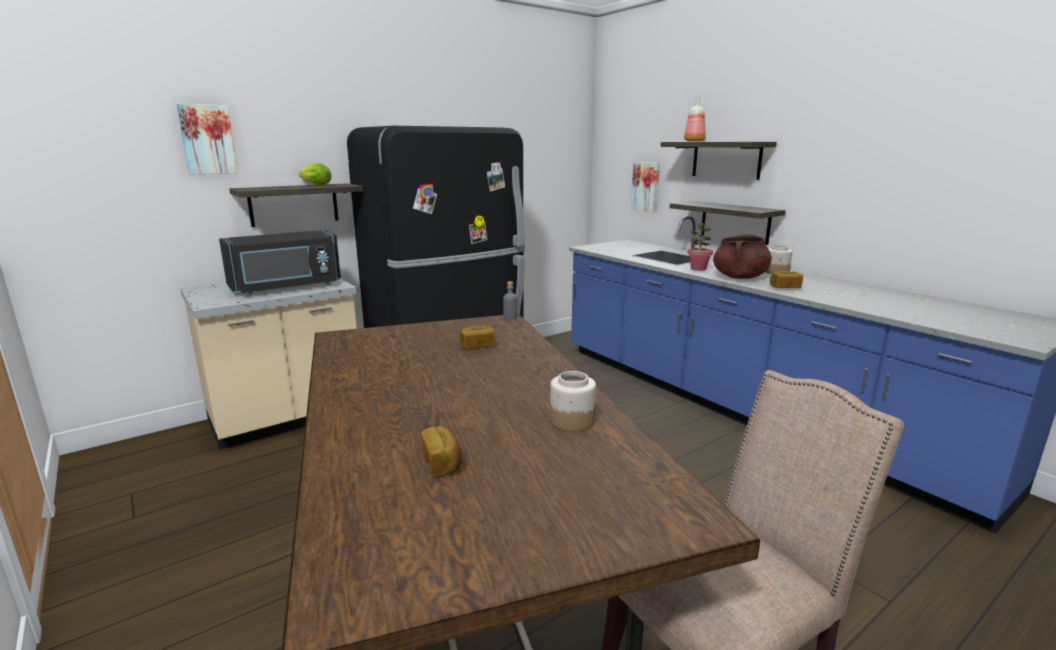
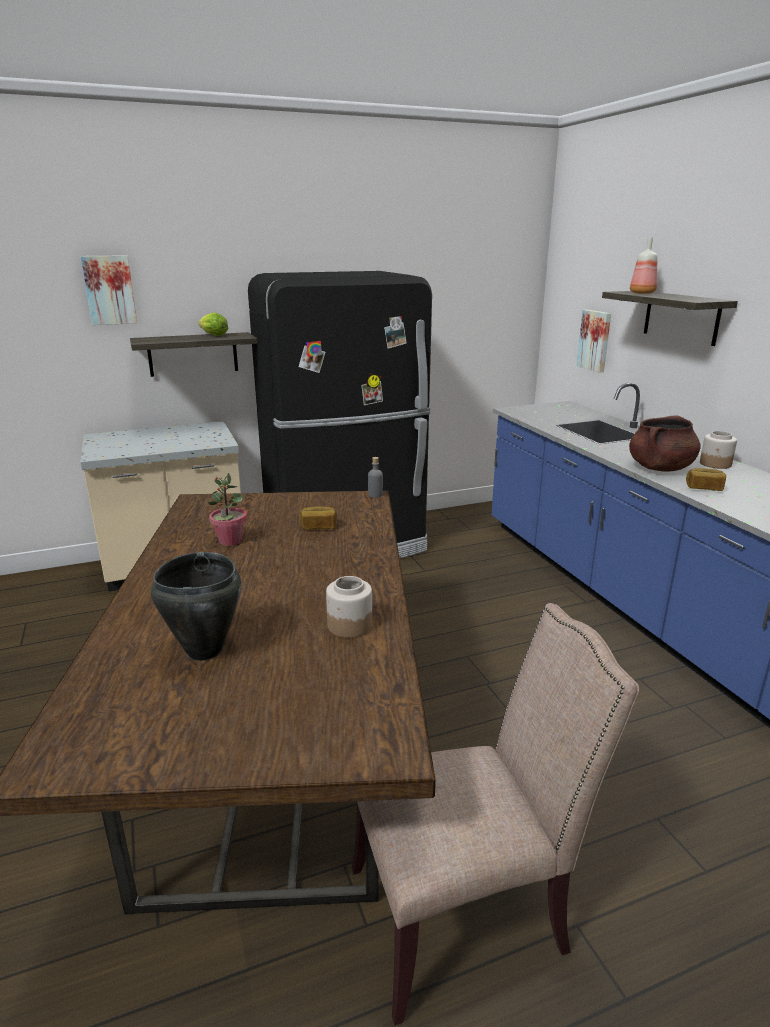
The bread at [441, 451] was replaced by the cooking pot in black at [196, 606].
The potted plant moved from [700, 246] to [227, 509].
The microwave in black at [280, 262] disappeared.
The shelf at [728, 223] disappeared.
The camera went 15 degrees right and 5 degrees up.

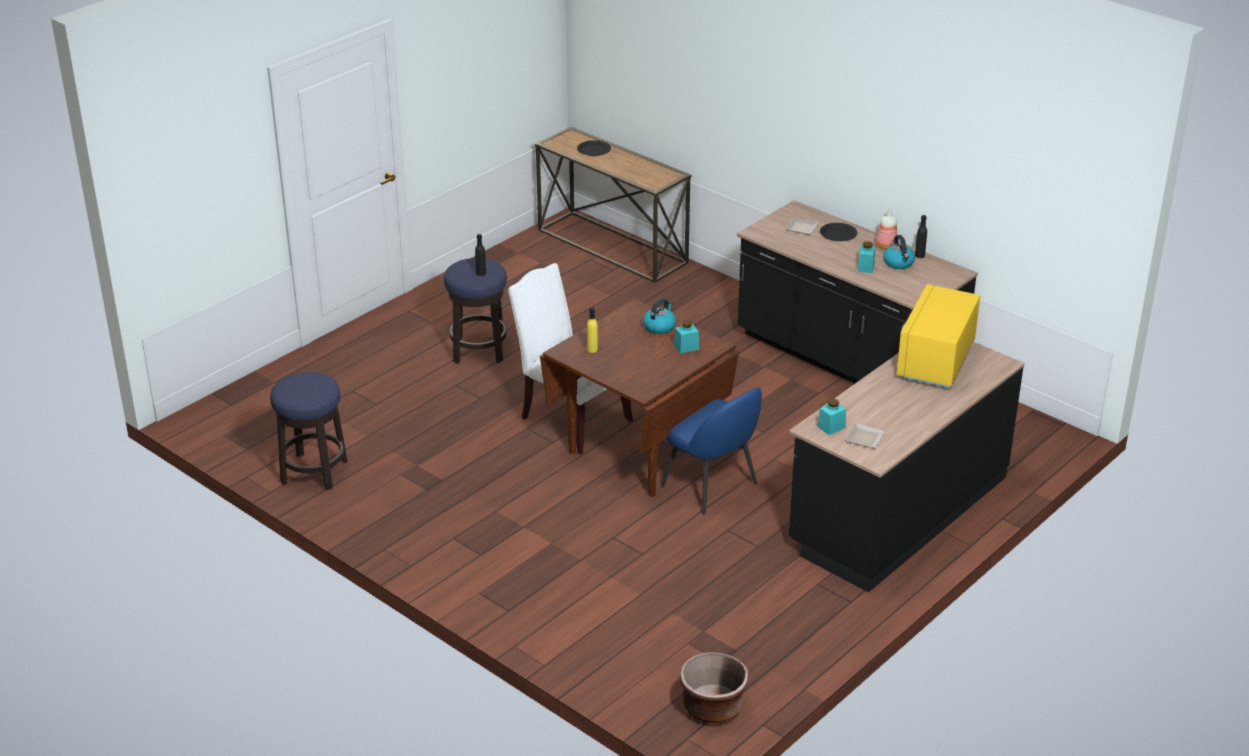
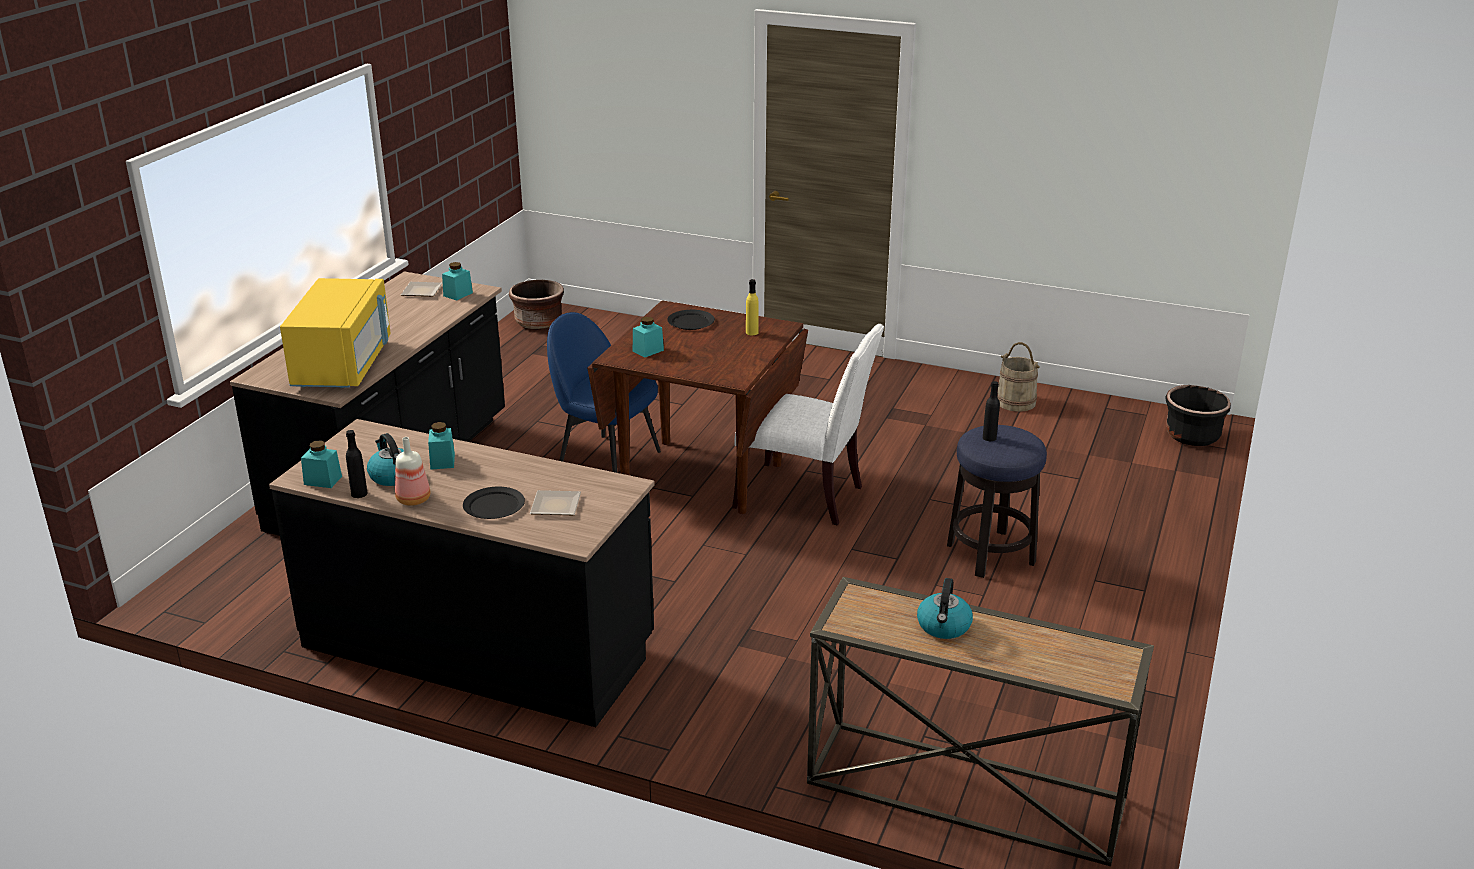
The jar in turquoise at [321, 464] appeared.
The plate in black moved from [594, 148] to [691, 320].
The kettle moved from [659, 316] to [945, 608].
The stool at [309, 431] was replaced by the bucket in beige at [1018, 377].
The planter in black at [1198, 415] appeared.
The camera went 160 degrees right and 5 degrees down.

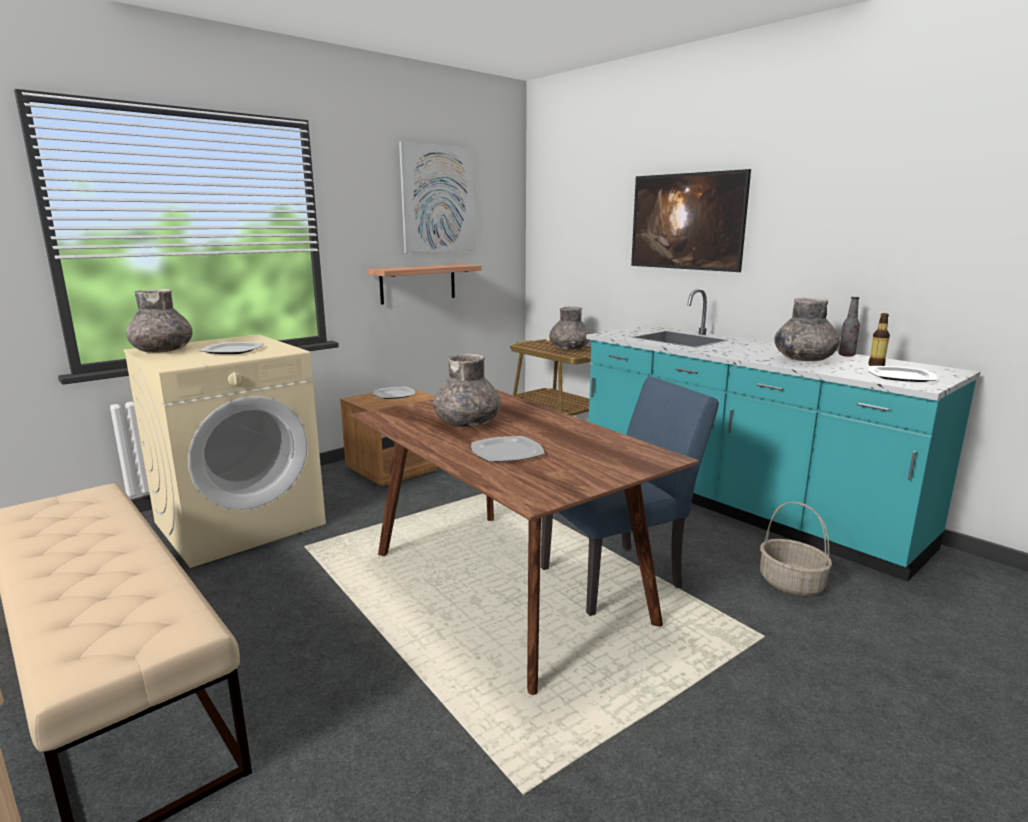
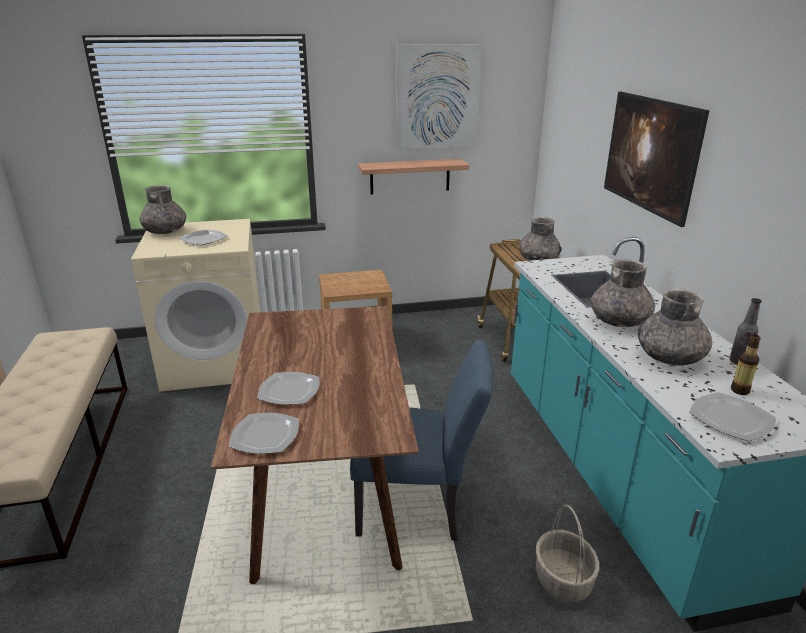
The plate moved from [394, 393] to [264, 433].
The vase in grey moved from [467, 390] to [623, 293].
The camera went 30 degrees right and 10 degrees up.

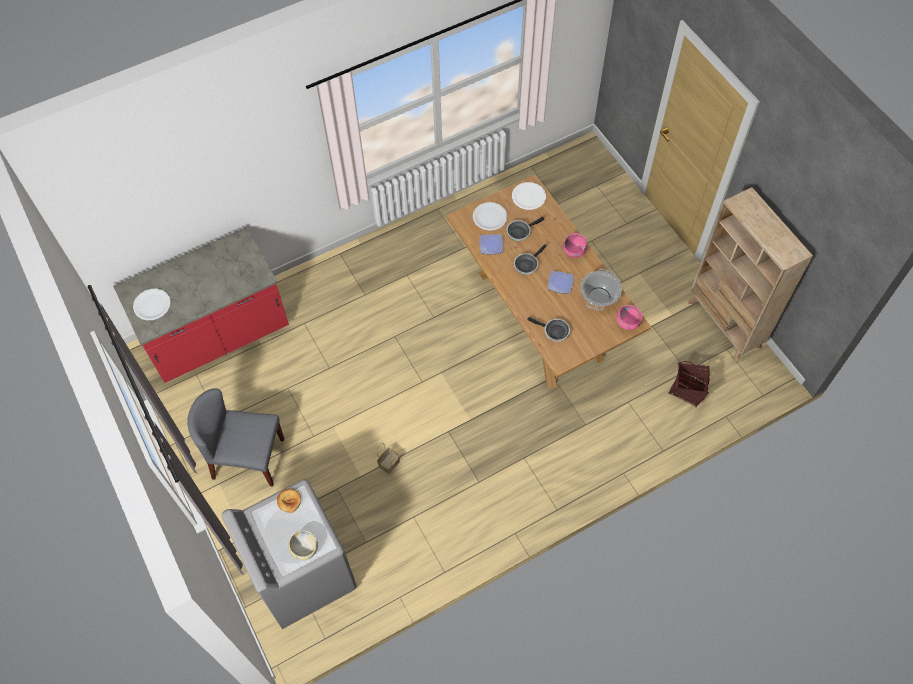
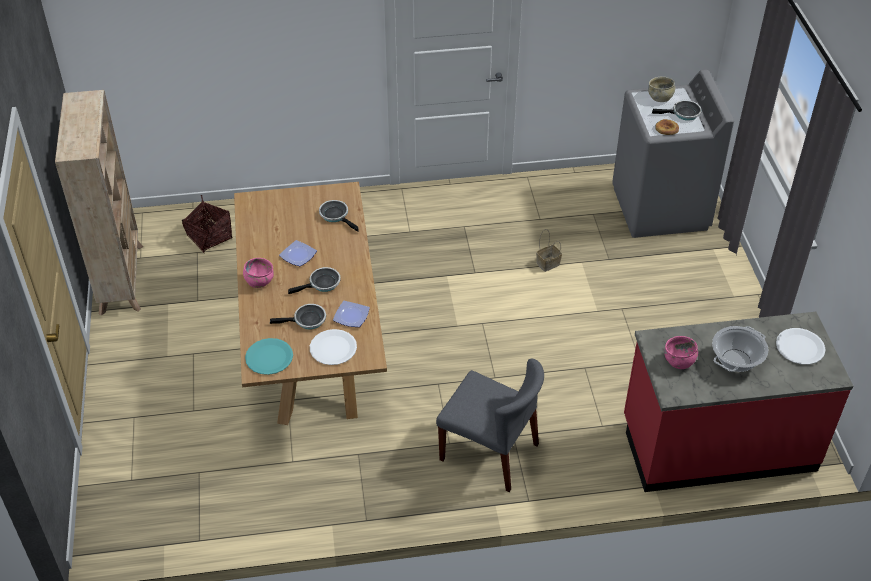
The plate in white at [529, 196] became the plate in turquoise at [269, 356].
The chair in grey moved from [235, 437] to [490, 425].
The frying pan at [677, 110] appeared.
The bowl in pink moved from [629, 317] to [681, 352].
The cooking pot moved from [601, 290] to [740, 349].
The camera went 160 degrees left and 15 degrees down.

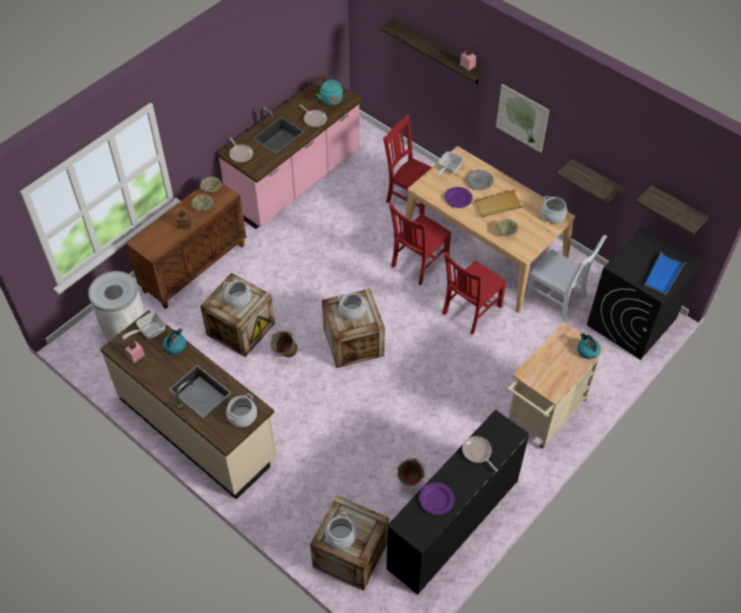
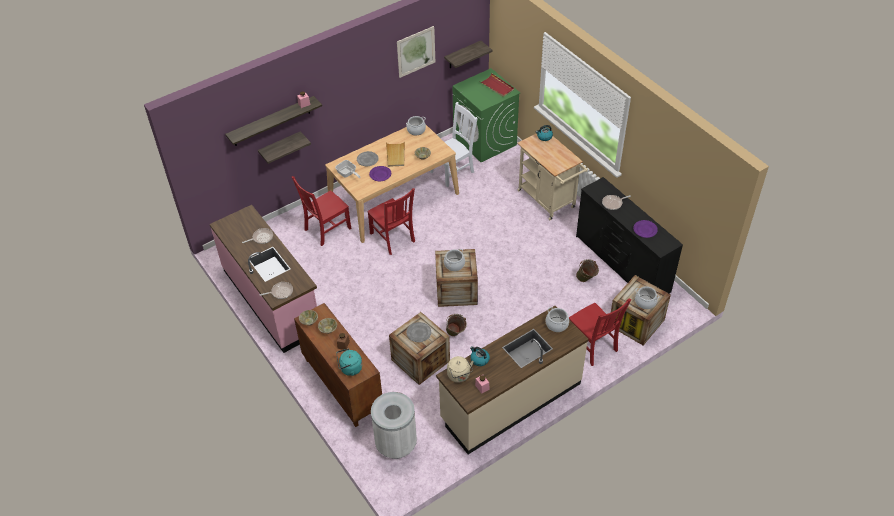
The shelf moved from [591, 182] to [284, 147].
The kettle in turquoise moved from [330, 91] to [349, 362].
The picture moved from [522, 118] to [416, 52].
The cooking pot at [237, 294] was replaced by the plate in grey at [418, 332].
The frying pan at [143, 326] was replaced by the kettle in beige at [460, 369].
The washing machine in black at [644, 293] became the washing machine in green at [486, 115].
The tray in blue at [665, 273] became the tray in red at [496, 85].
The chair in red moved from [474, 293] to [600, 332].
The camera went 75 degrees left and 5 degrees down.

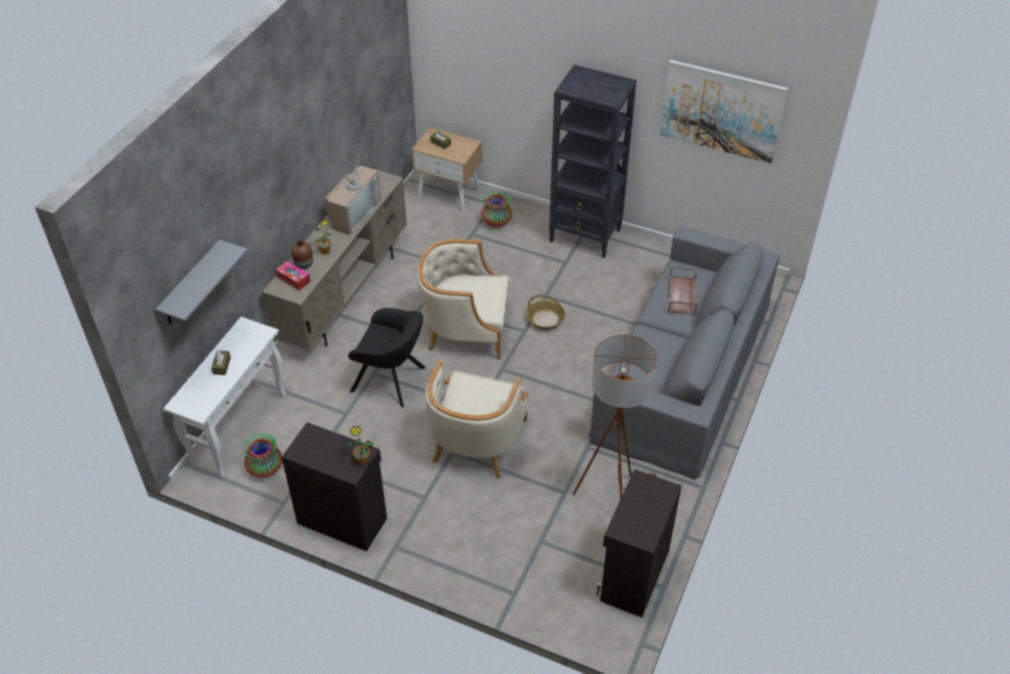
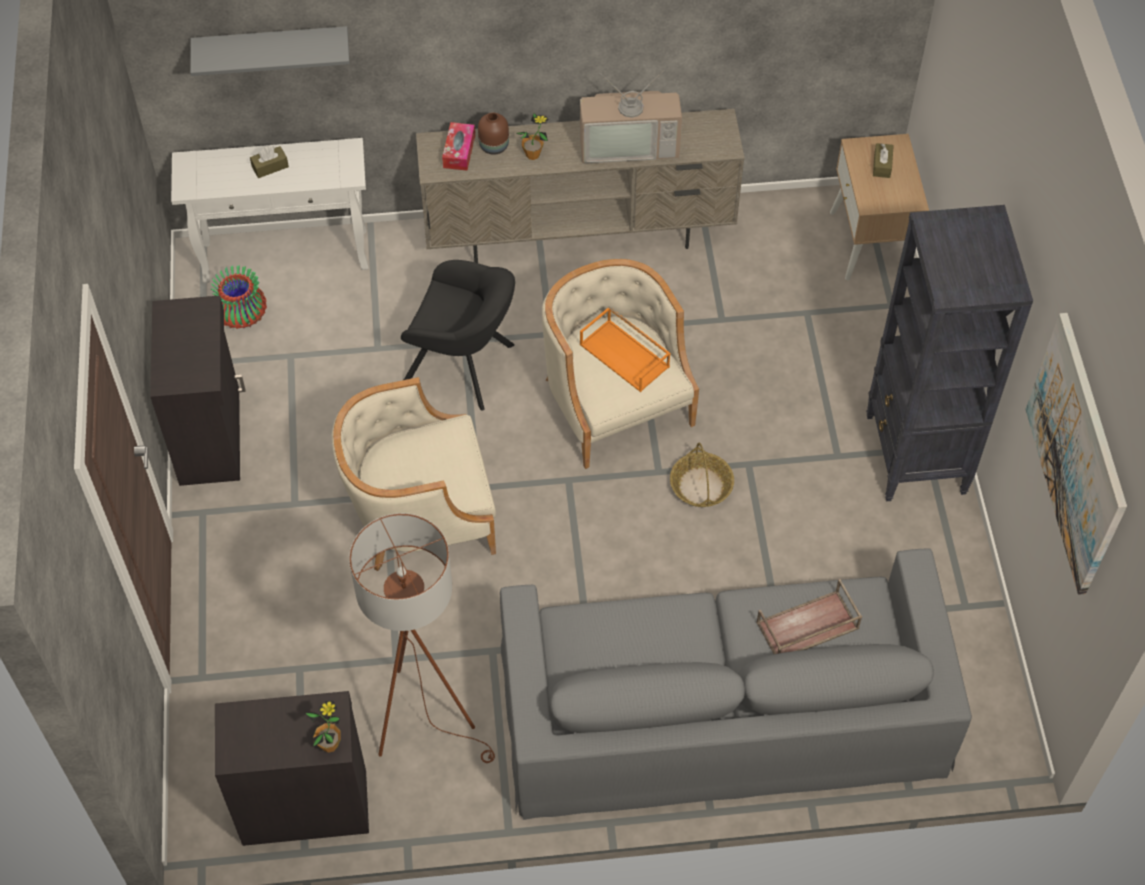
The potted plant moved from [360, 445] to [323, 727].
The armchair in black at [386, 358] turned 60 degrees counterclockwise.
The tray in orange at [625, 349] appeared.
The vase at [496, 208] disappeared.
The camera went 60 degrees right and 10 degrees up.

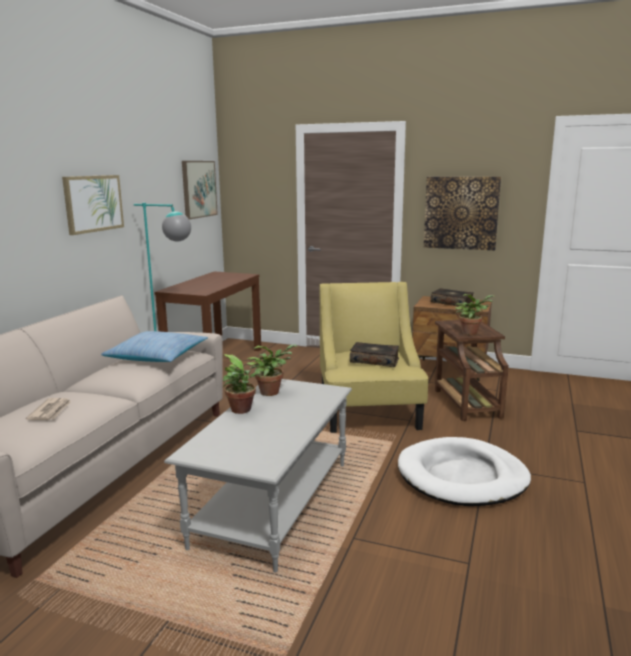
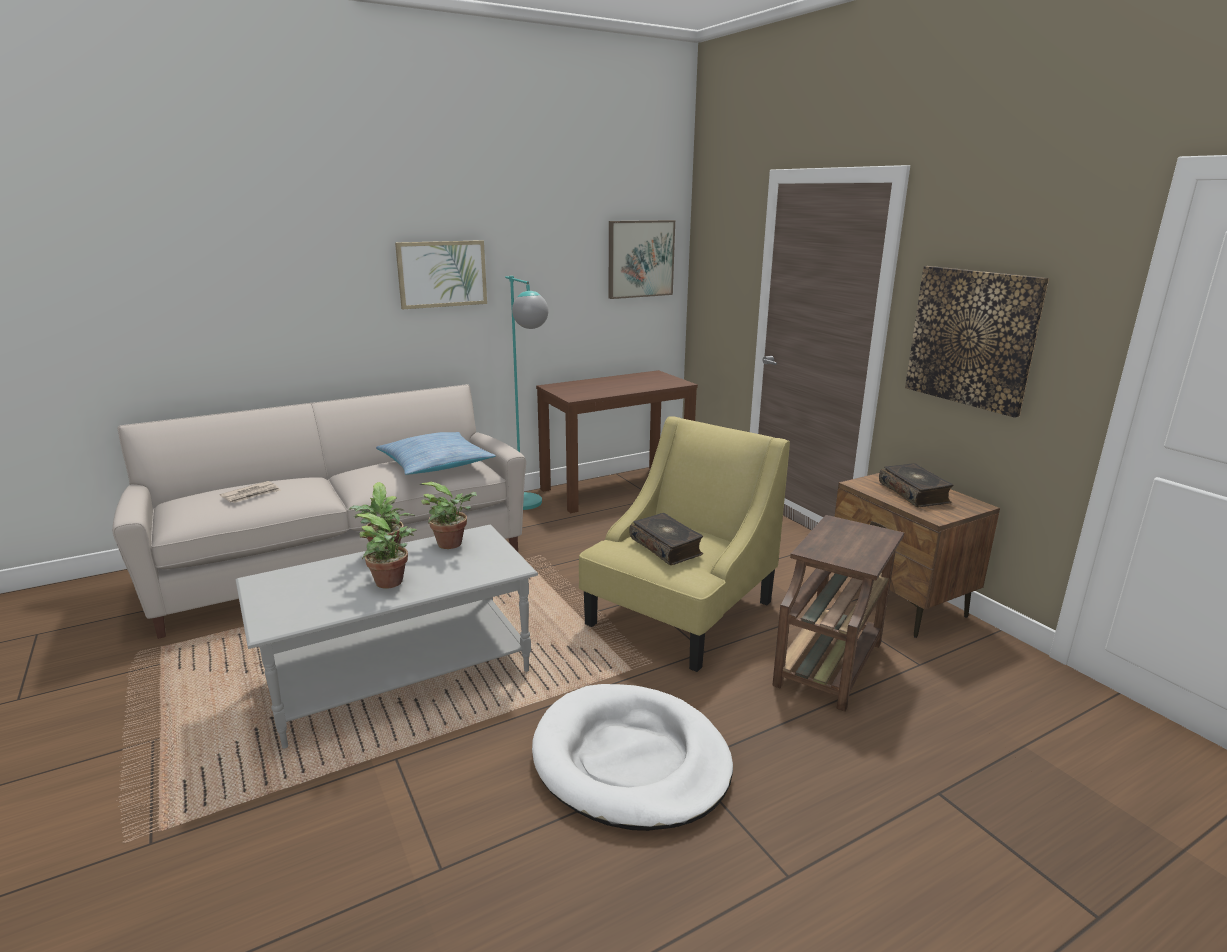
The potted plant moved from [474, 314] to [386, 551].
The camera went 40 degrees right and 5 degrees up.

